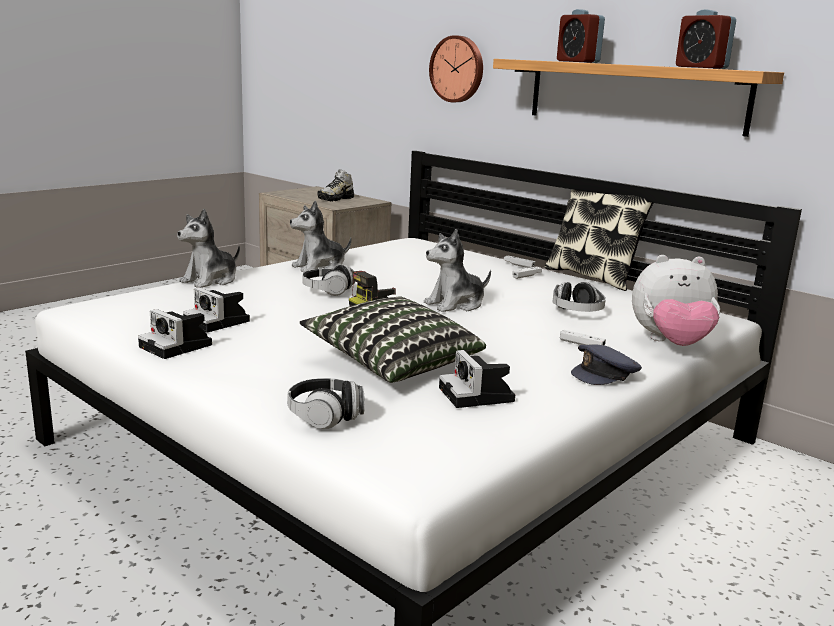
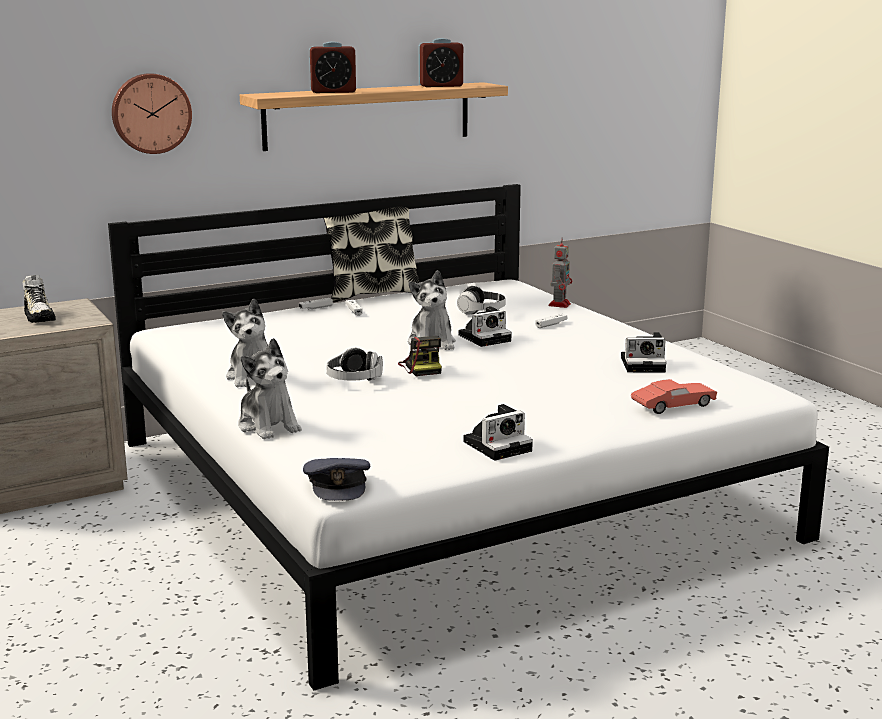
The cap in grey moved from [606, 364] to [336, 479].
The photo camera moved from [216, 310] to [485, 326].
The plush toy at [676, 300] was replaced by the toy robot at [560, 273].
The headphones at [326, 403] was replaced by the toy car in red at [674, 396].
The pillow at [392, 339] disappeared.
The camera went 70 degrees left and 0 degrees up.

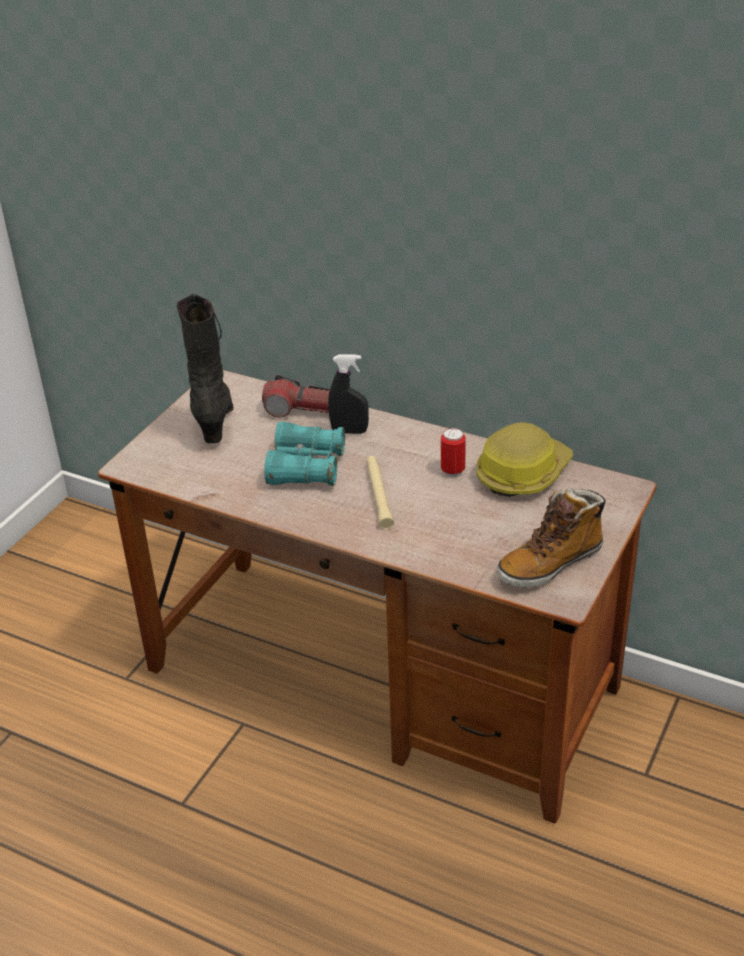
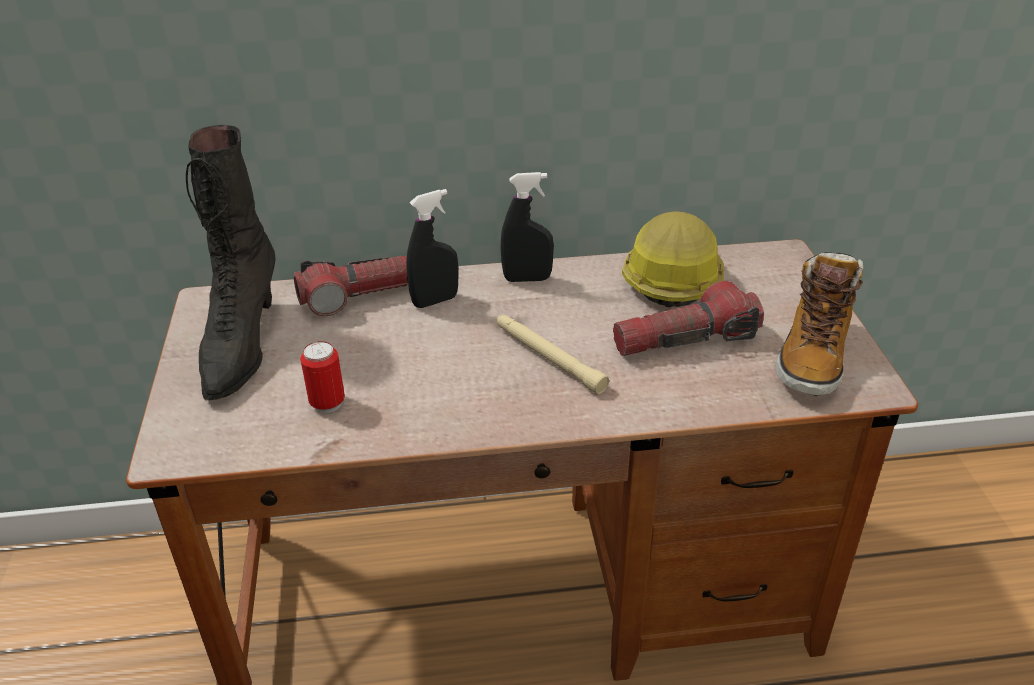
The boot in black at [205, 368] turned 135 degrees counterclockwise.
The can moved from [453, 452] to [322, 377].
The spray bottle in black at [527, 227] appeared.
The flashlight at [688, 318] appeared.
The binoculars in turquoise at [304, 454] disappeared.
The camera went 35 degrees left and 0 degrees up.

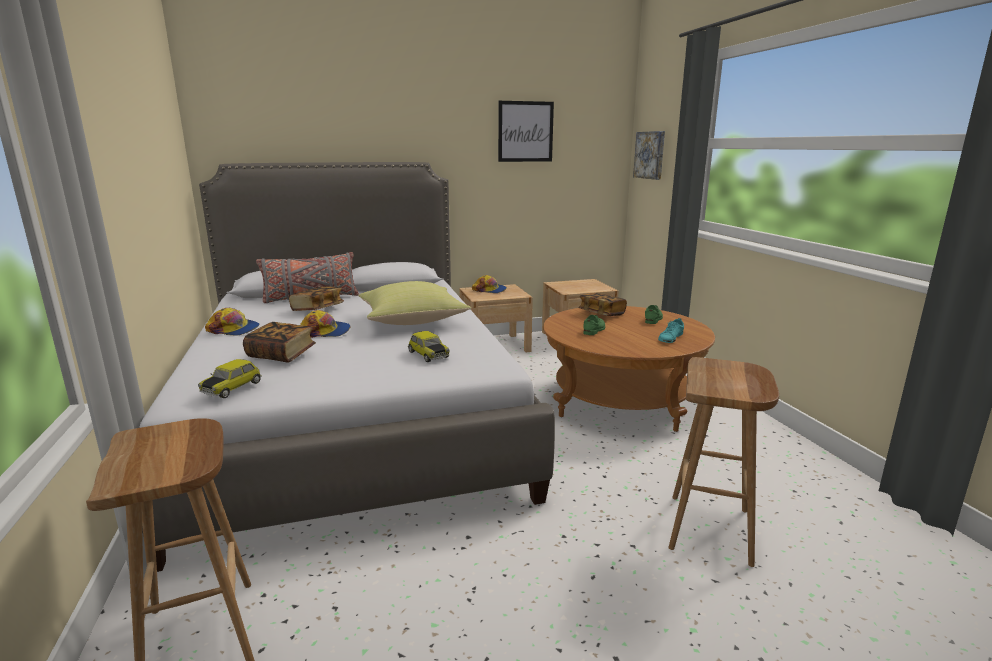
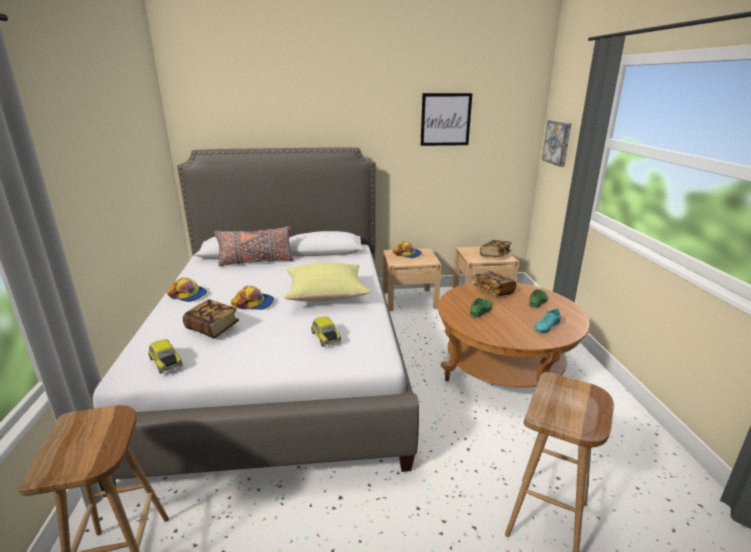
The toy car at [230, 378] turned 75 degrees counterclockwise.
The book moved from [316, 299] to [495, 248].
The camera went 10 degrees right and 5 degrees up.

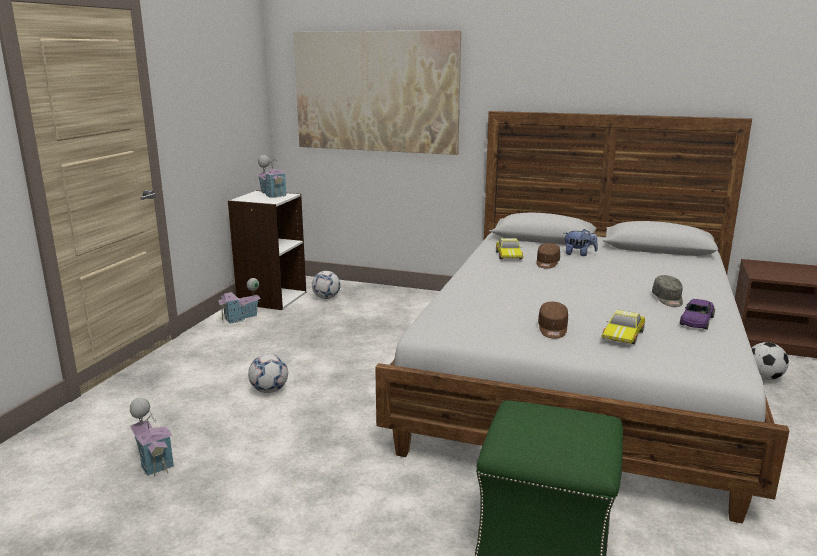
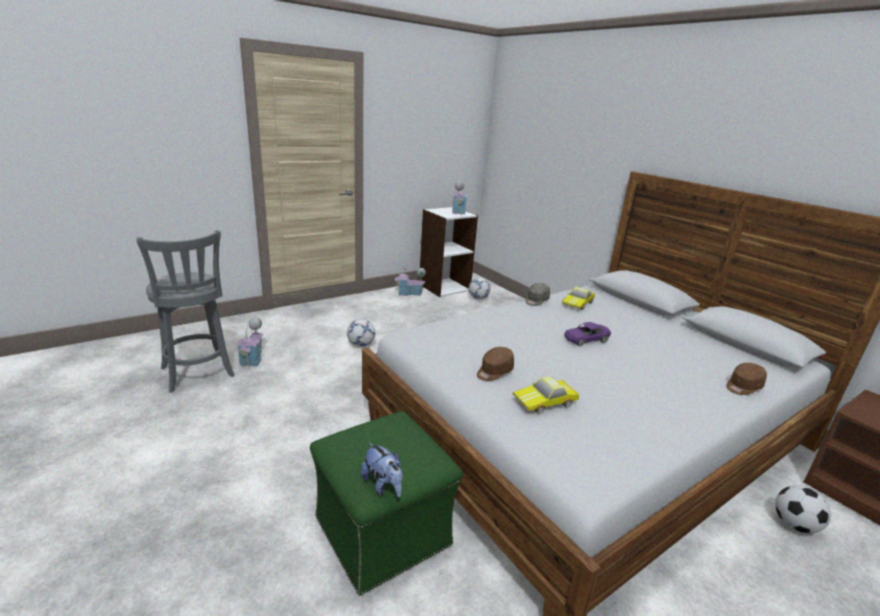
The stool in grey at [186, 311] appeared.
The plush toy moved from [581, 242] to [382, 469].
The cap in grey moved from [667, 291] to [538, 294].
The toy car in purple moved from [697, 314] to [587, 334].
The cap in brown moved from [548, 256] to [746, 379].
The picture at [377, 92] disappeared.
The camera went 35 degrees right and 5 degrees up.

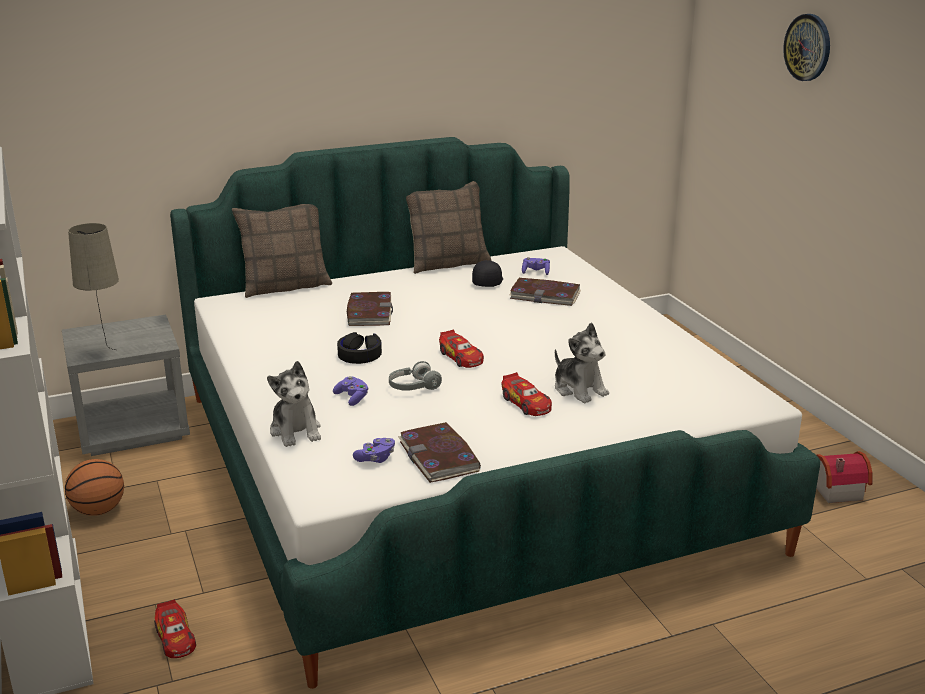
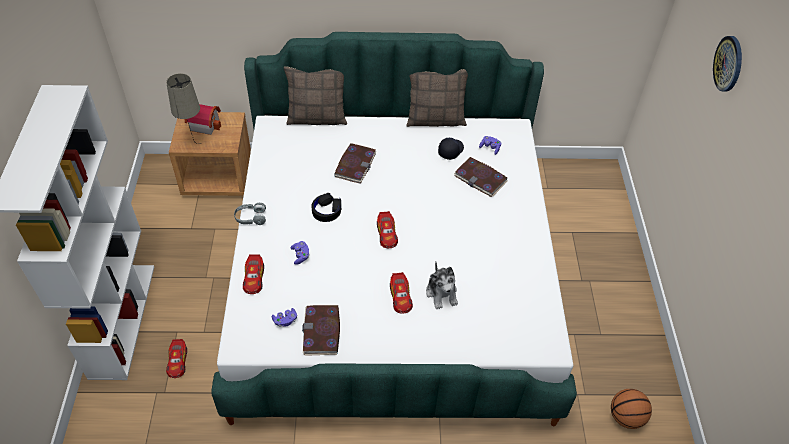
The nightstand in grey at [126, 385] became the nightstand in brown at [210, 154].
The toy house moved from [844, 477] to [203, 119].
The headphones in grey moved from [415, 376] to [250, 214].
The plush toy at [294, 404] was replaced by the toy car at [253, 274].
The basketball moved from [94, 487] to [631, 409].
The camera went 20 degrees right and 25 degrees up.

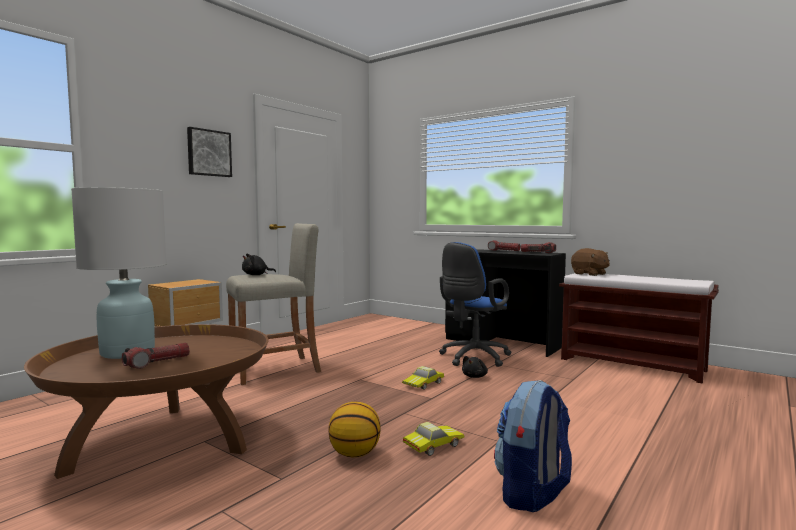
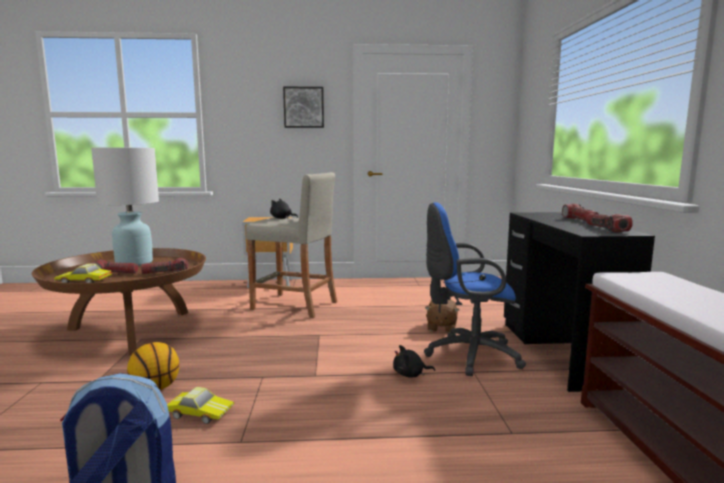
The toy car moved from [423, 378] to [83, 273].
The flashlight at [165, 266] appeared.
The plush toy in brown moved from [590, 262] to [442, 316].
The camera went 50 degrees right and 5 degrees up.

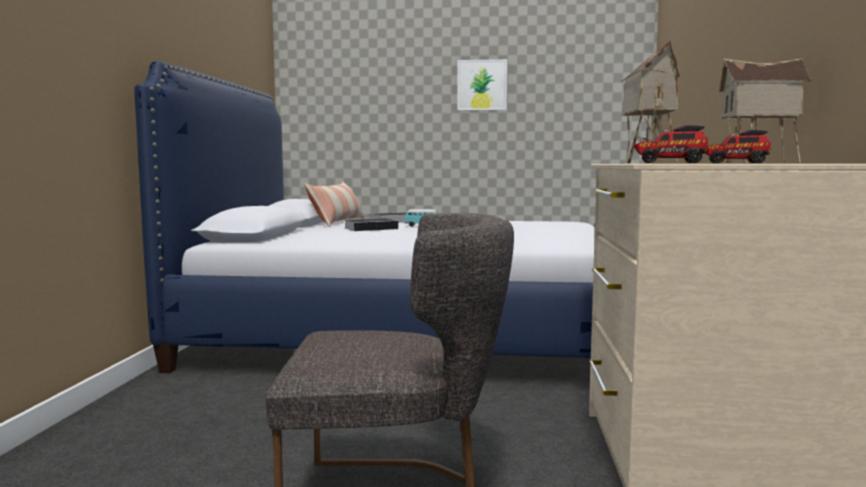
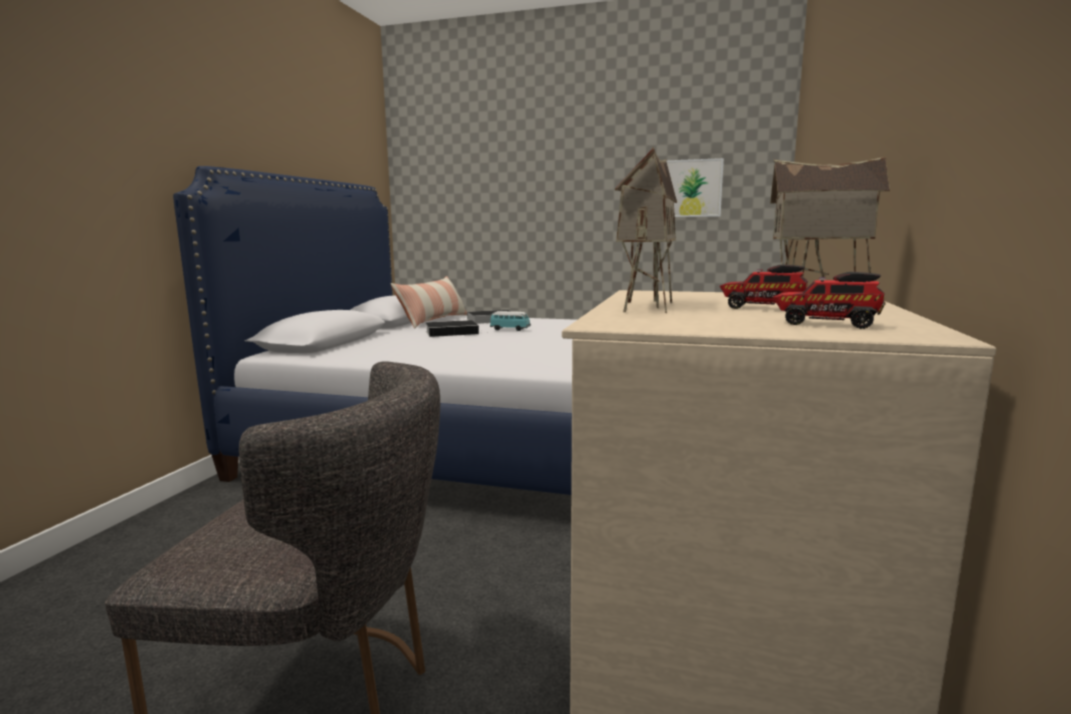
The picture moved from [482, 84] to [695, 187].
The toy truck moved from [671, 144] to [829, 300].
The camera went 10 degrees right and 5 degrees up.

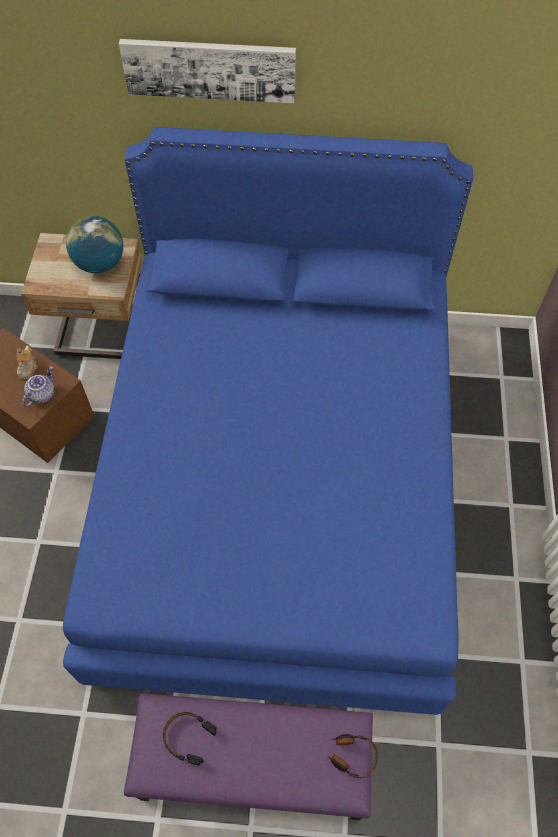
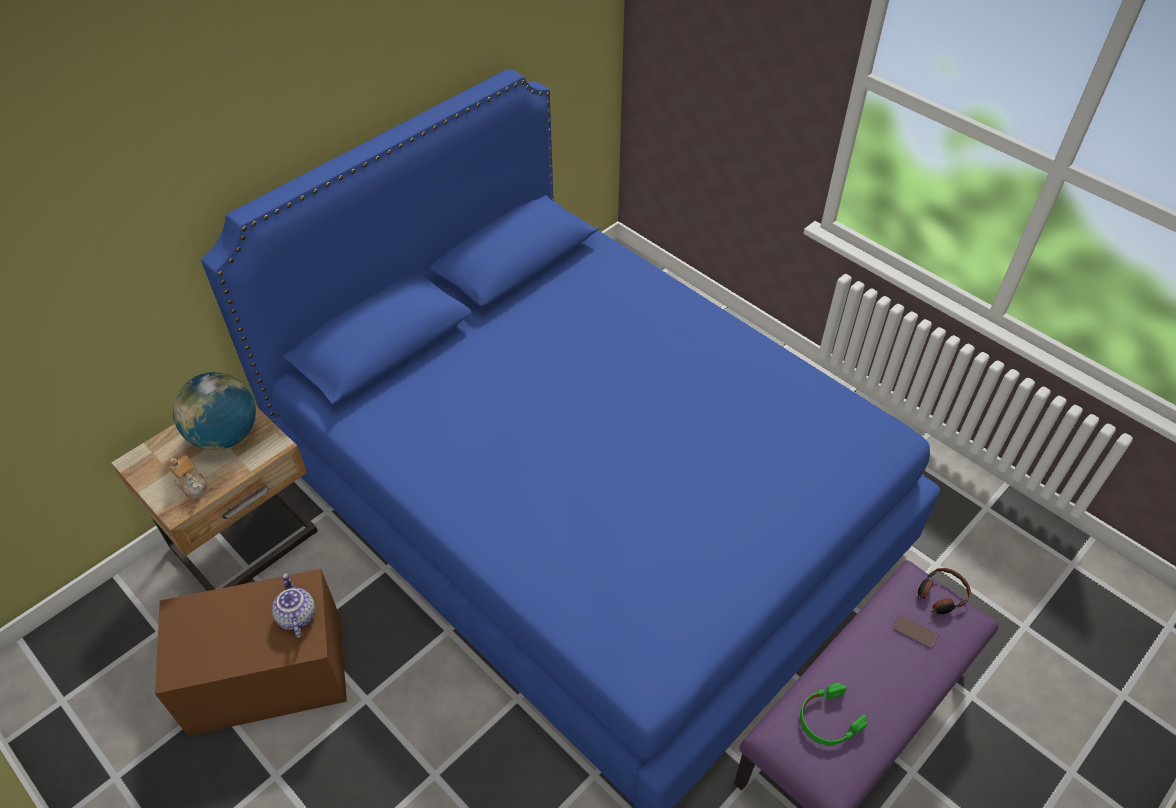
The teapot moved from [27, 362] to [187, 477].
The headphones in black at [190, 739] became the headphones in green at [833, 714].
The phone at [915, 632] appeared.
The picture at [207, 71] disappeared.
The camera went 50 degrees left and 10 degrees down.

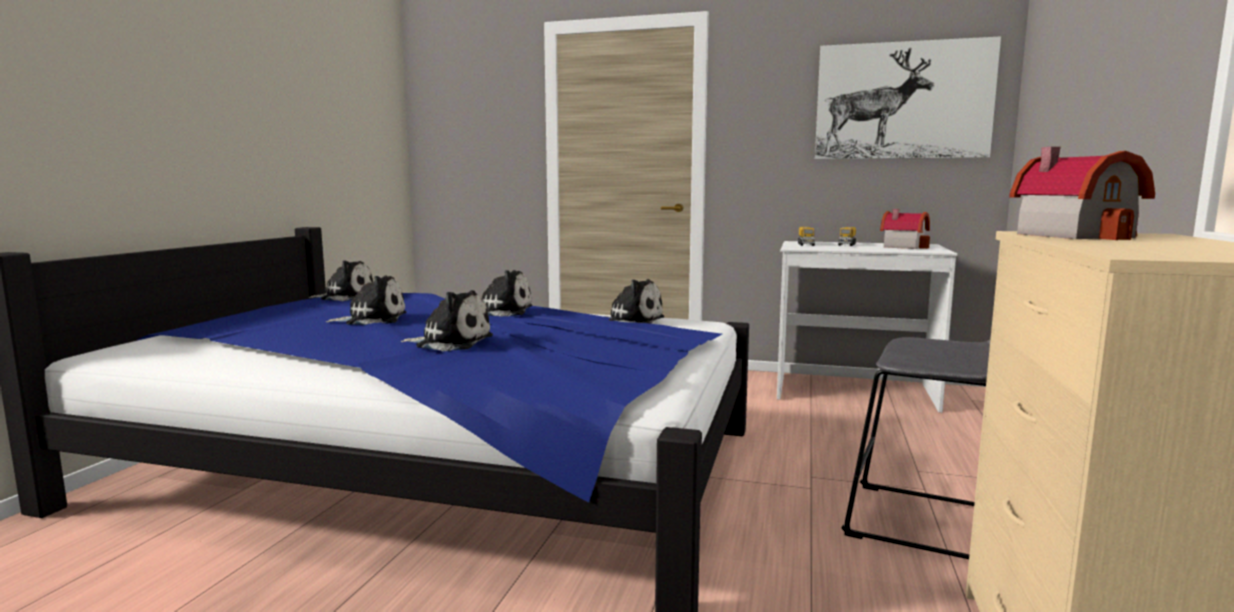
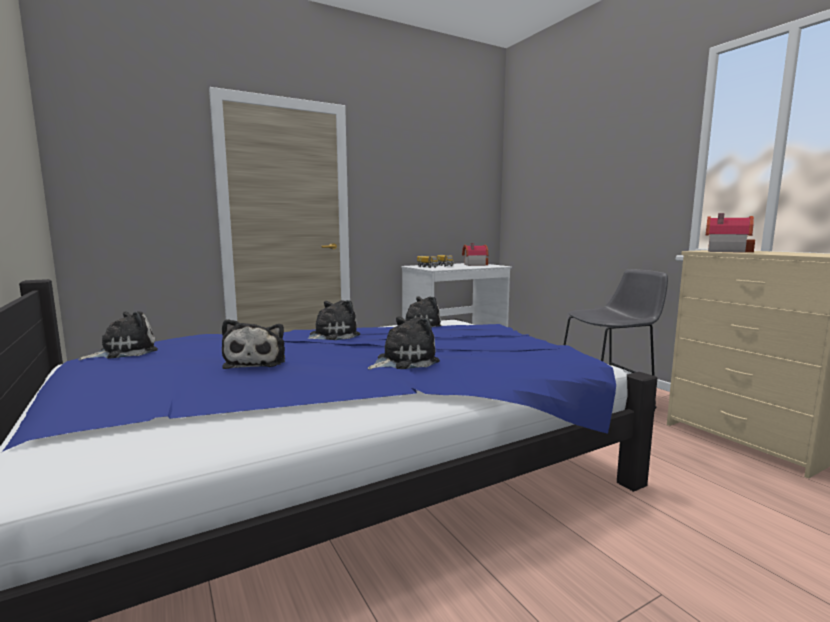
The plush toy at [366, 300] turned 135 degrees clockwise.
The picture at [908, 97] disappeared.
The camera went 45 degrees left and 0 degrees up.

